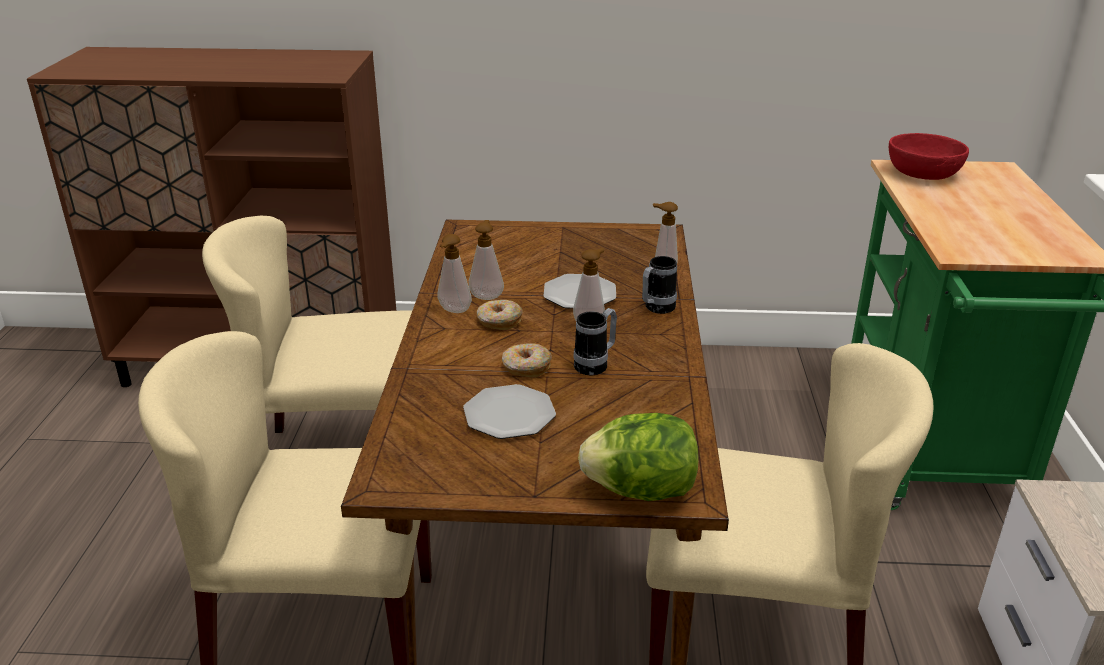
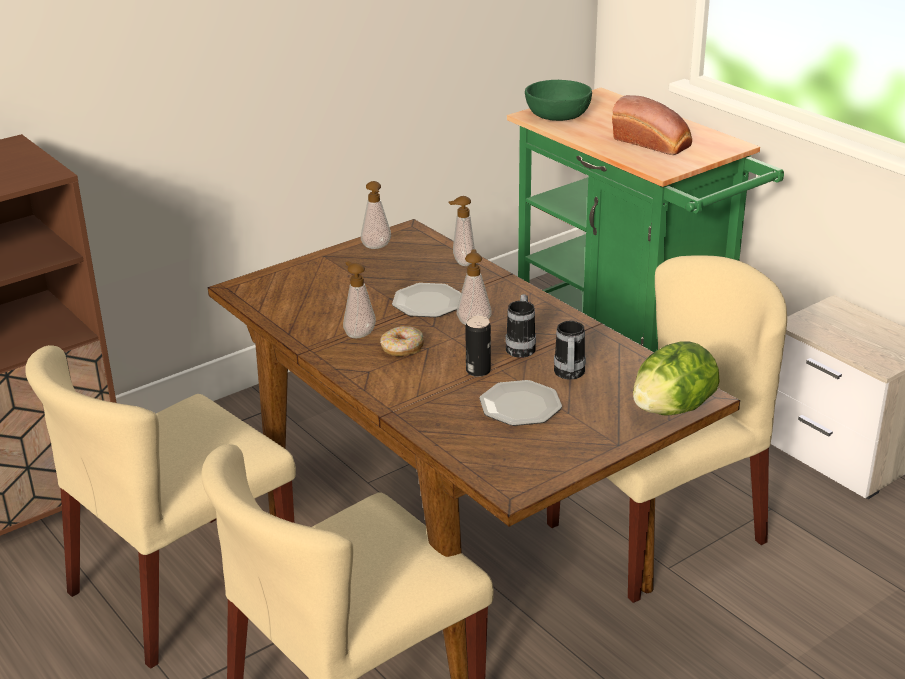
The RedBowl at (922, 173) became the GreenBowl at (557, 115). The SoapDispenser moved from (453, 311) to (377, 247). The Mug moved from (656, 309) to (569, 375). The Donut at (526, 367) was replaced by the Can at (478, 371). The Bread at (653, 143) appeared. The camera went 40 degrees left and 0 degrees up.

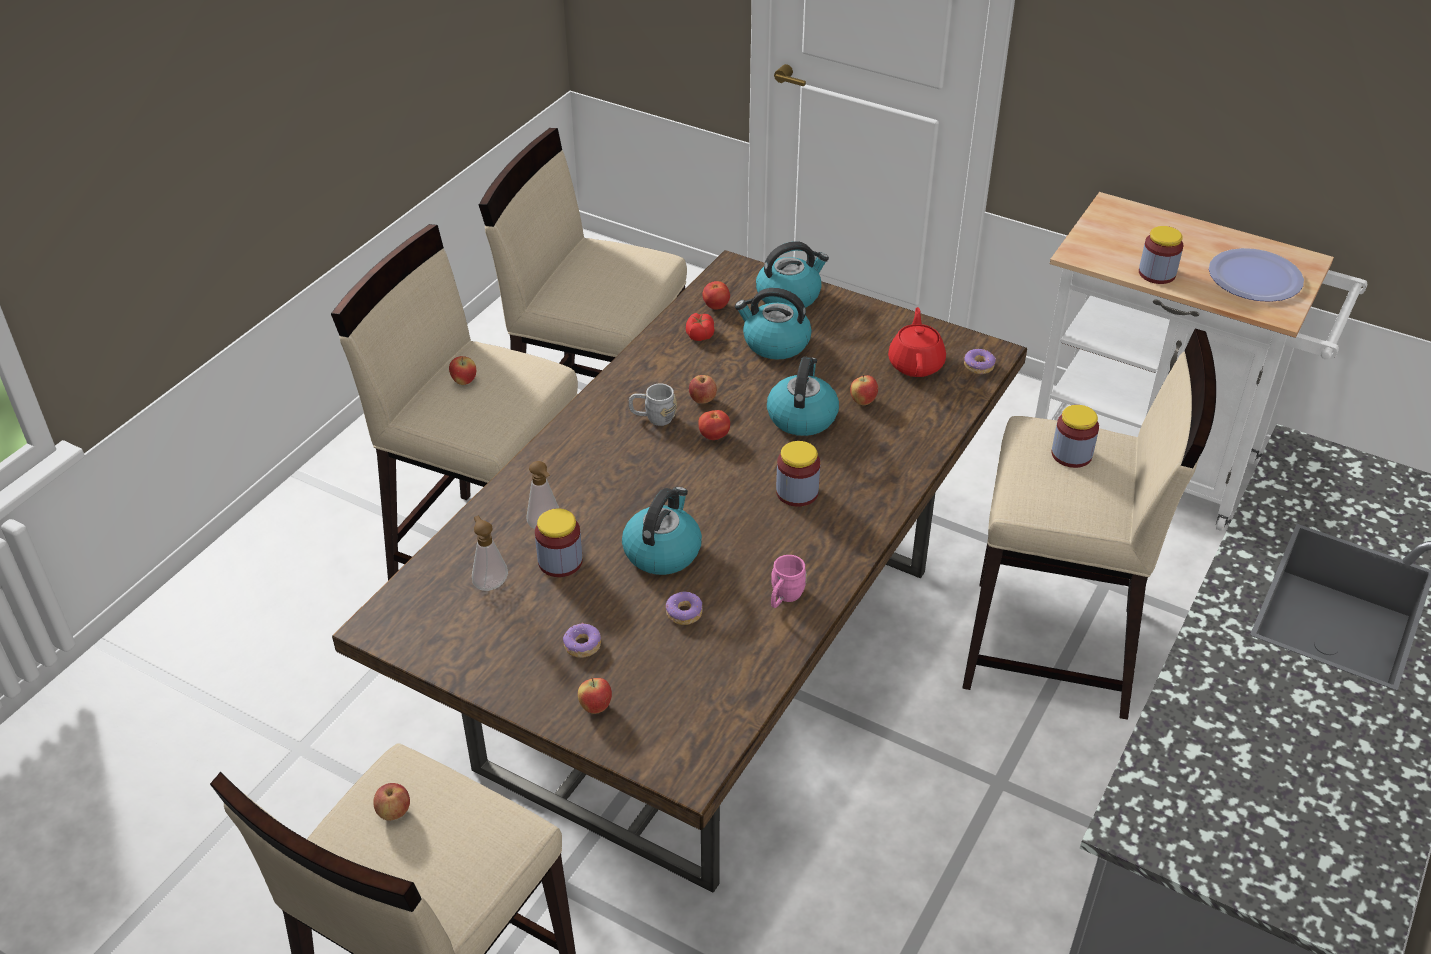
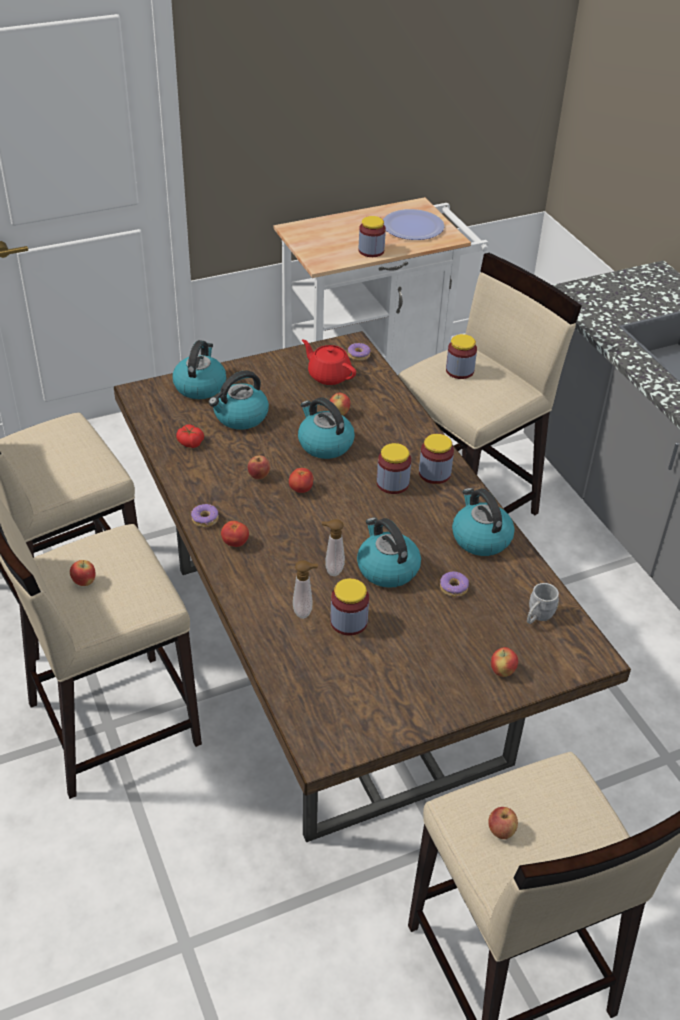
The Tomato moved from (716, 306) to (235, 543). The GreyMug moved from (653, 418) to (537, 617). The SoapDispenser moved from (490, 583) to (332, 570). The PinkMug at (784, 597) was replaced by the Kettle at (480, 538). The Donut moved from (582, 645) to (205, 519). The Jar at (434, 473) appeared. The camera went 55 degrees left and 0 degrees up.

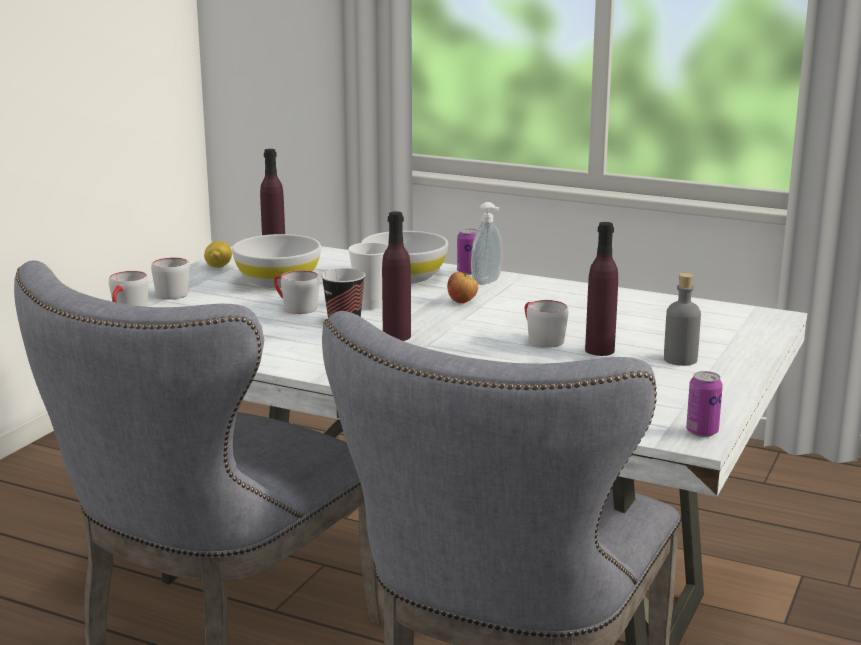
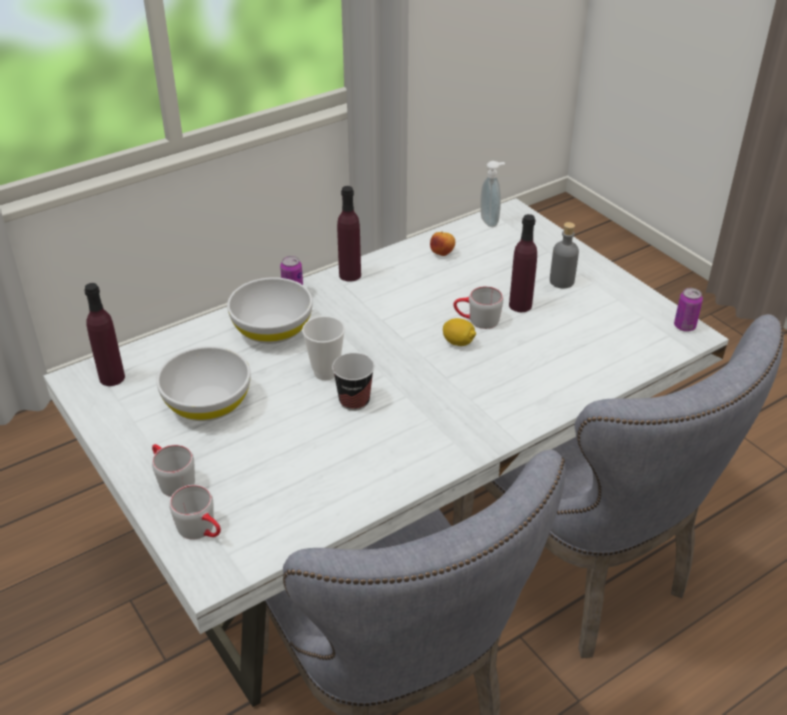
The SoapDispenser moved from (488, 282) to (490, 221). The PurpleBottle moved from (397, 336) to (350, 275). The Lemon moved from (218, 266) to (458, 342). The GreyMug at (294, 307) disappeared. The Apple moved from (462, 302) to (442, 253). The camera went 60 degrees left and 20 degrees up.

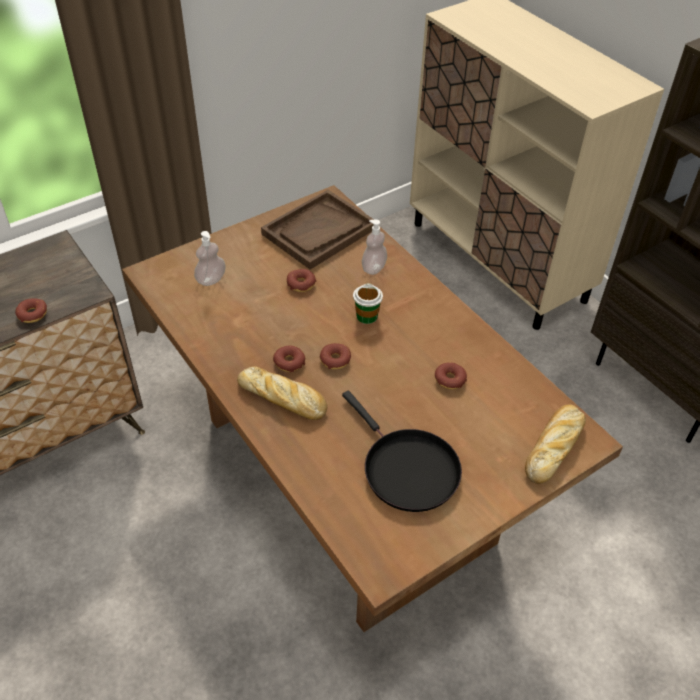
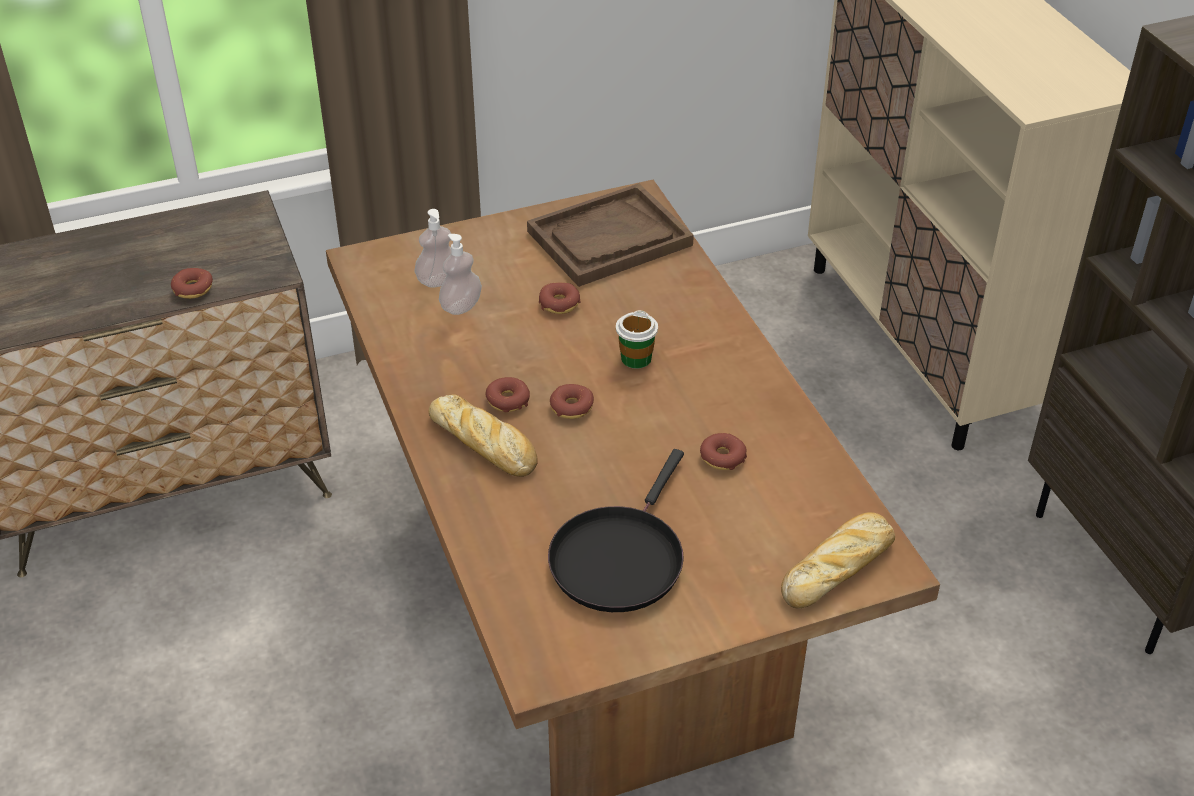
The SoapDispenser moved from (374, 268) to (461, 306). The BlackFryingPan at (406, 469) turned 45 degrees clockwise. The camera went 15 degrees right and 5 degrees down.

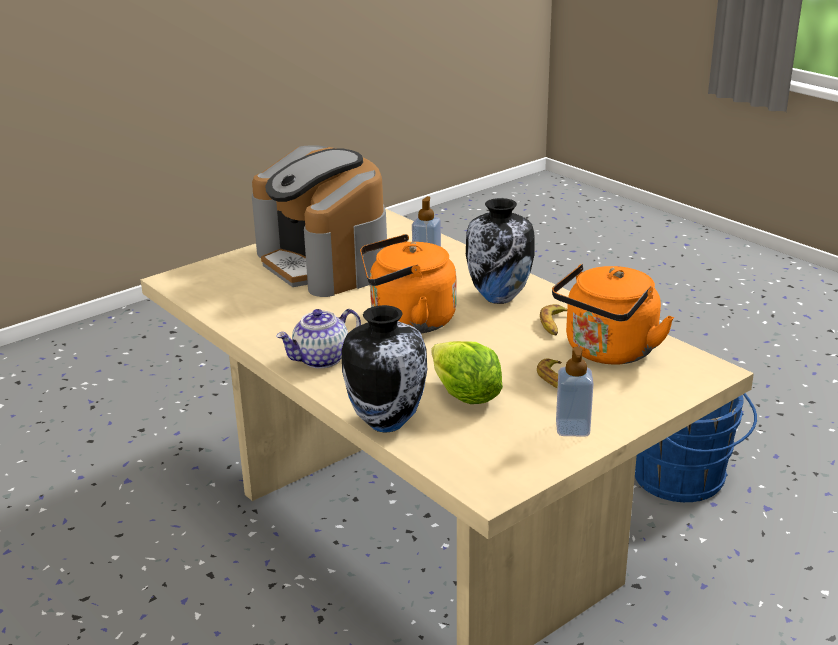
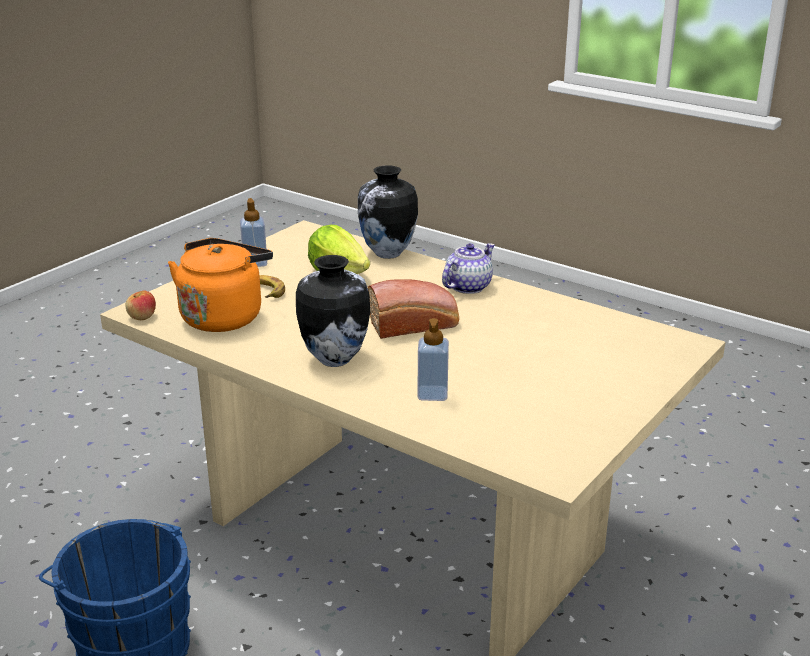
The CoffeeMachine at (325, 263) disappeared. The OrangeKettle at (407, 321) was replaced by the Bread at (415, 325). The Banana at (554, 325) disappeared. The Apple at (142, 317) appeared. The camera went 165 degrees right and 0 degrees up.

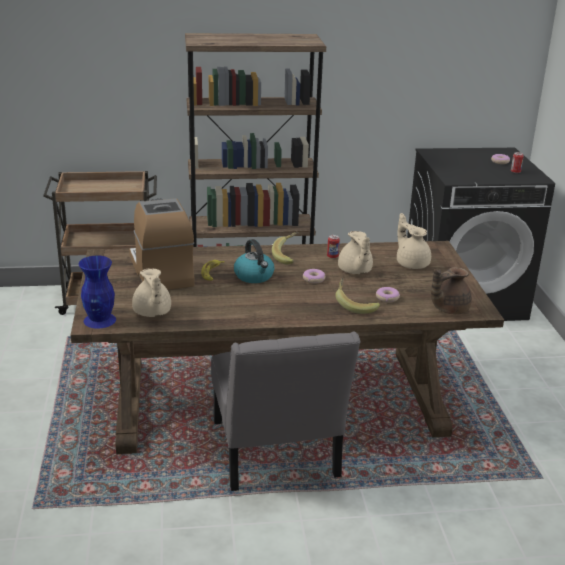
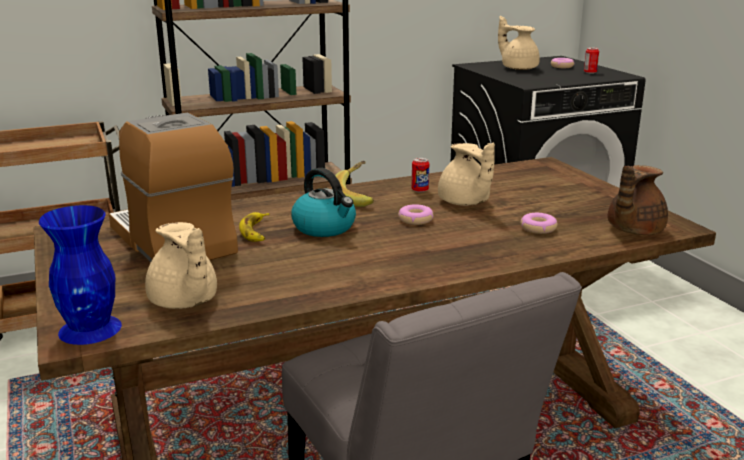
The BeigeTeapot moved from (411, 263) to (518, 68). The Banana at (355, 305) disappeared. The camera went 15 degrees left and 5 degrees down.

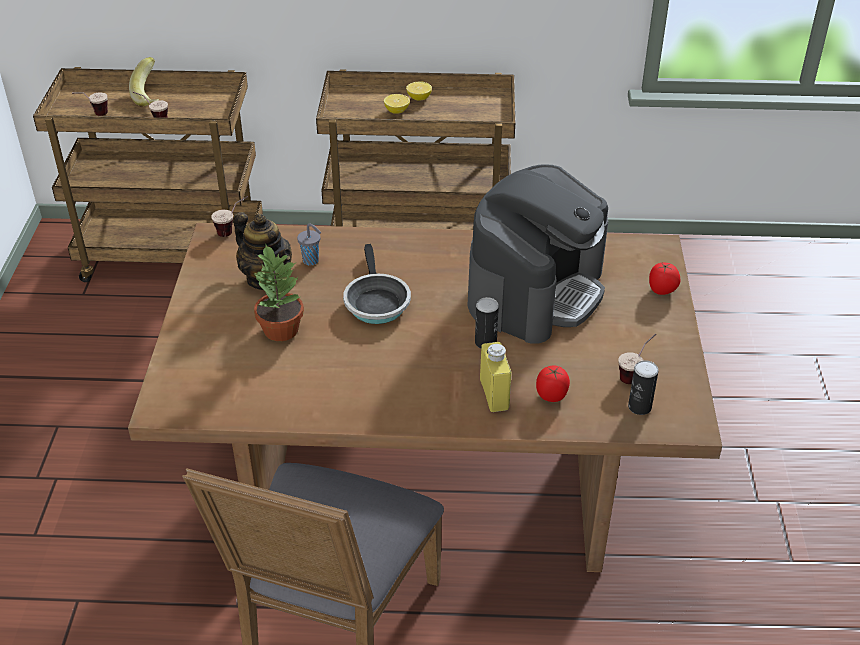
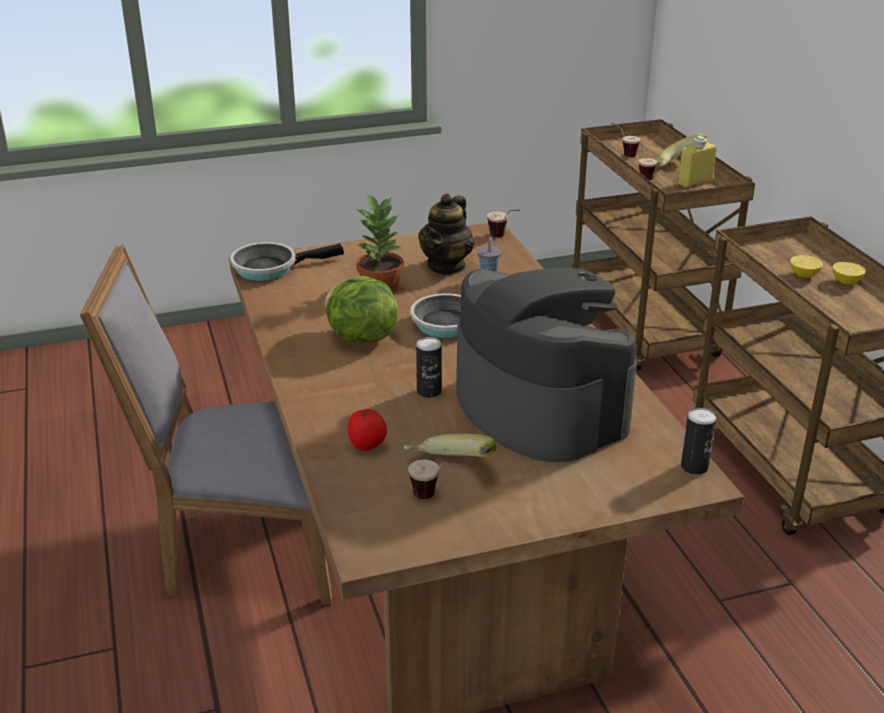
The CoffeeMachine at (536, 290) turned 135 degrees counterclockwise. The Tomato at (662, 290) disappeared. The YellowBottle moved from (494, 395) to (695, 182). The Can moved from (639, 407) to (694, 467). The FryingPan at (270, 268) appeared. The Lettuce at (360, 337) appeared. The Banana at (449, 468) appeared. The camera went 70 degrees right and 10 degrees down.

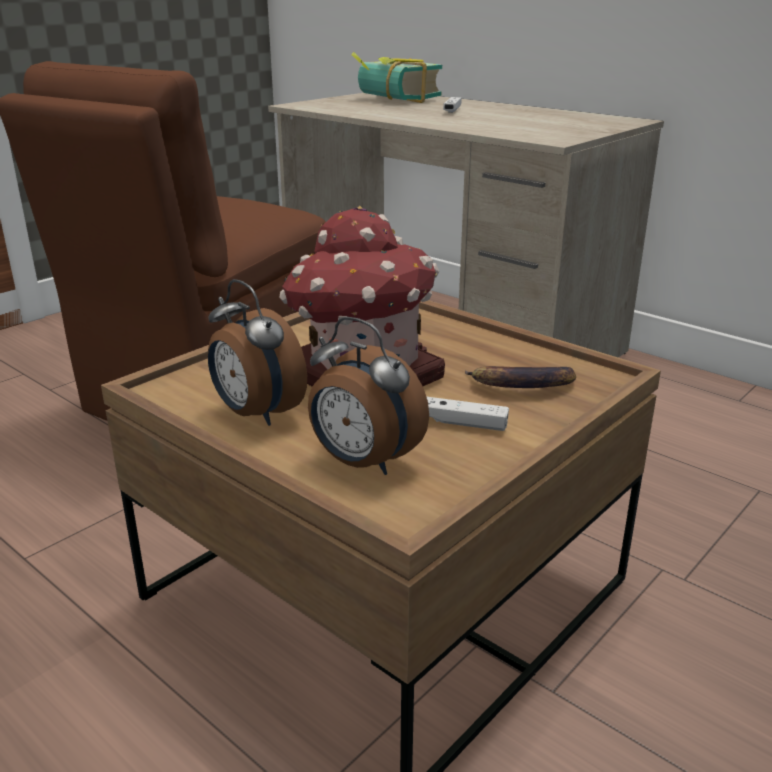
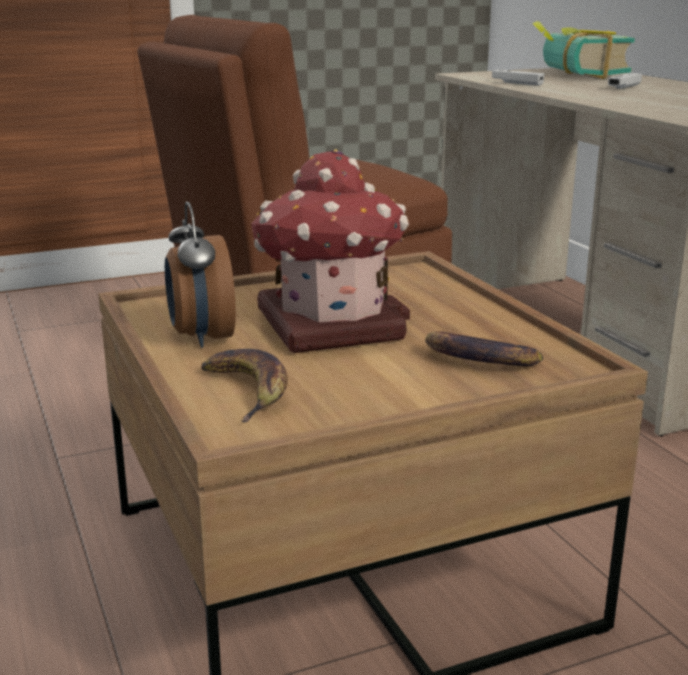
The AlarmClock at (363, 463) was replaced by the Banana at (248, 390). The WhiteGameController moved from (459, 423) to (517, 83). The camera went 25 degrees right and 5 degrees down.

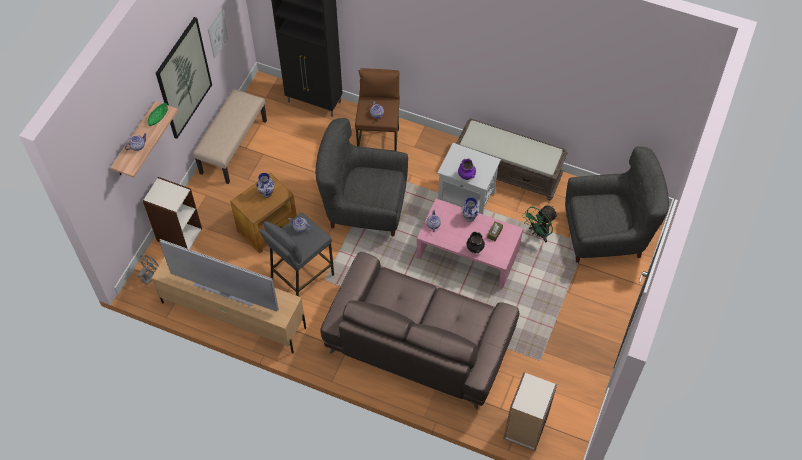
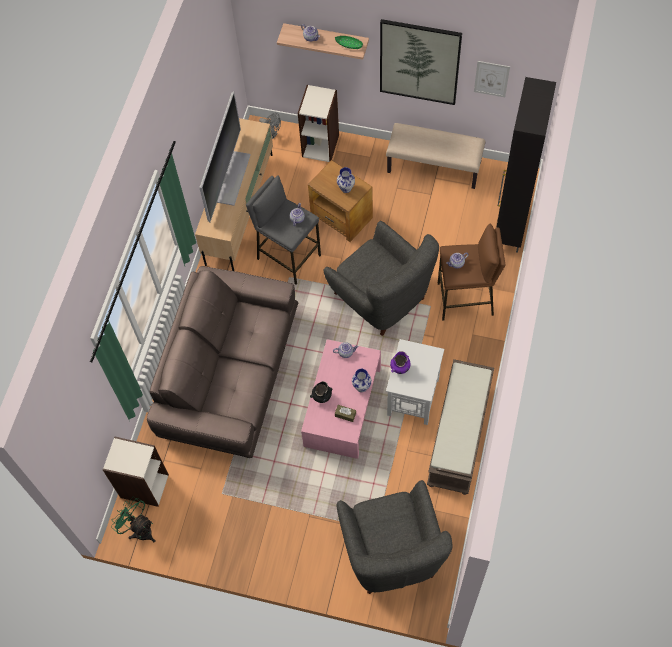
The GreyArmchair at (363, 208) turned 135 degrees clockwise. The GreenFan moved from (539, 234) to (140, 529). The camera went 85 degrees right and 5 degrees up.

